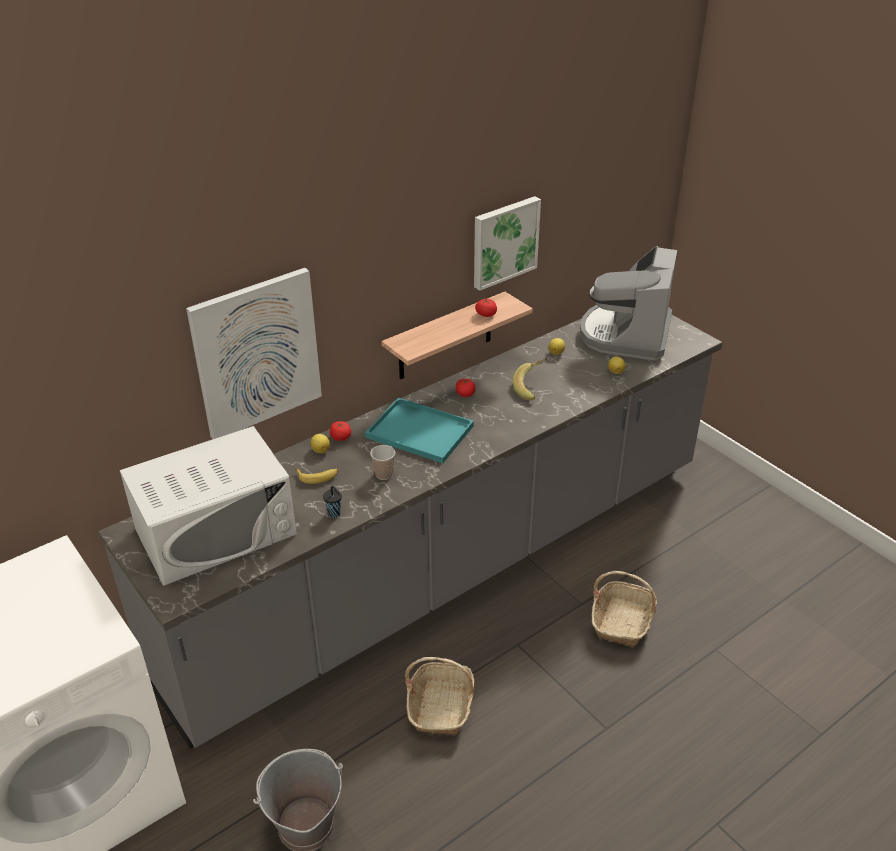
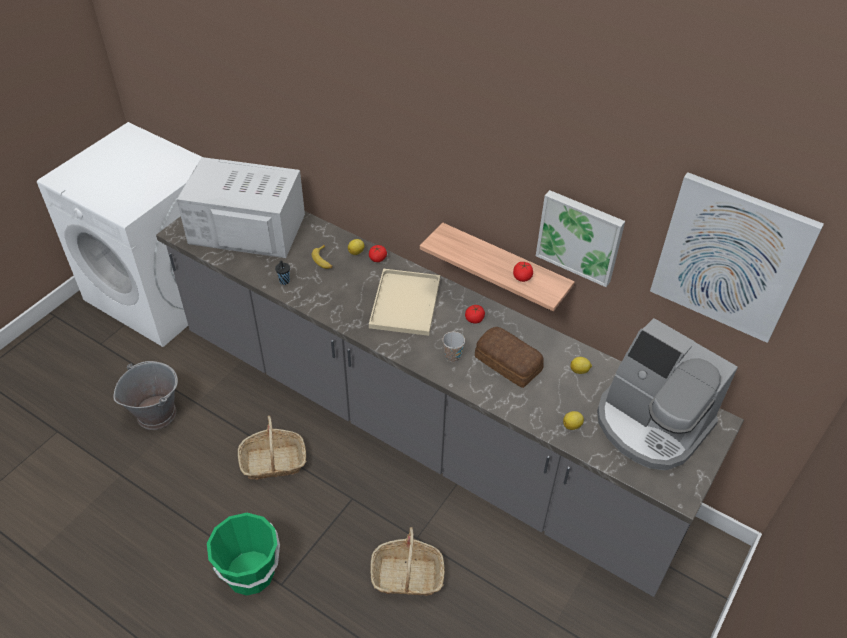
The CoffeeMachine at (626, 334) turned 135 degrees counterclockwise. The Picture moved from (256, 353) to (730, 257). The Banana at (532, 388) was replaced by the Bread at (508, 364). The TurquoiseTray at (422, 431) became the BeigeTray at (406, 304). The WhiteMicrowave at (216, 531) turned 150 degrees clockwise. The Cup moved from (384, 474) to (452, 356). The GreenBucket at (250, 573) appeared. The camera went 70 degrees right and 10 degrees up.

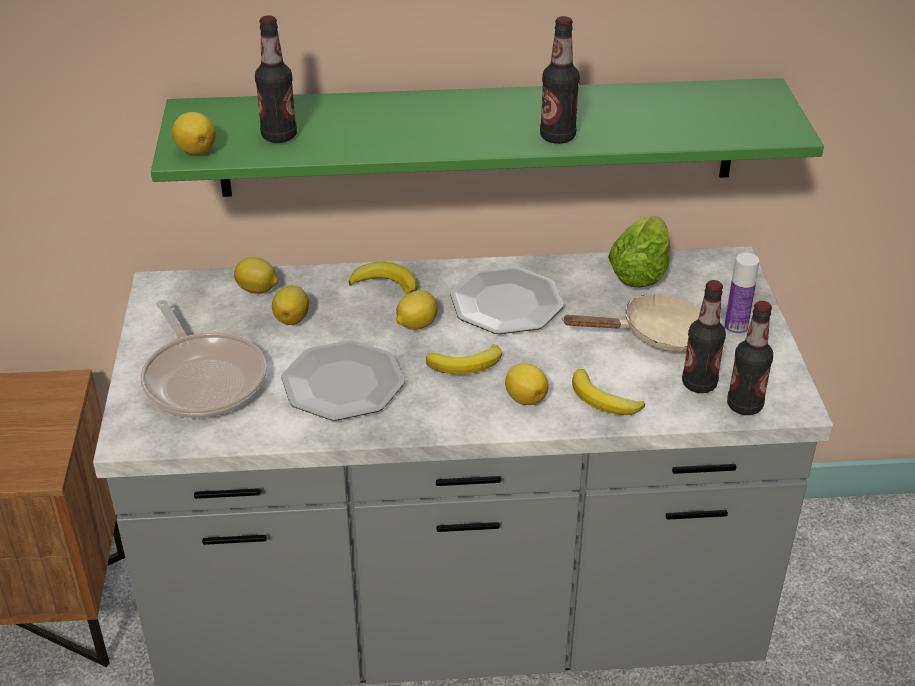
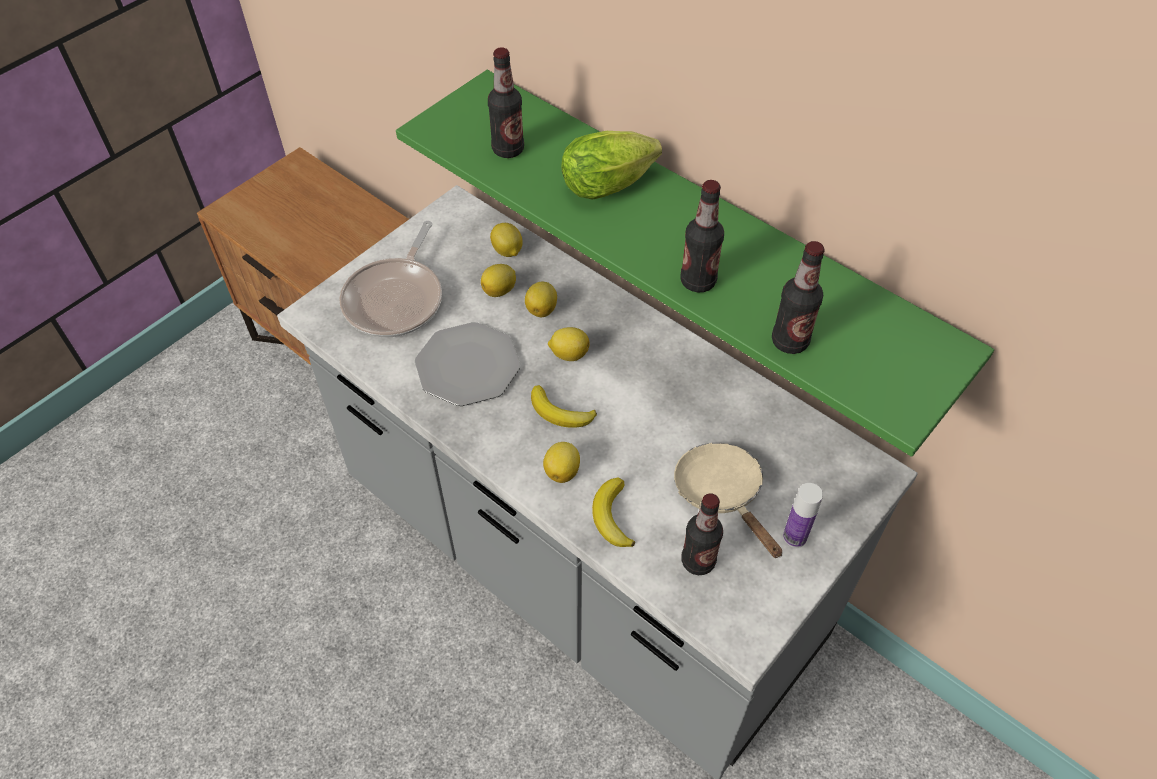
The Lemon moved from (196, 150) to (542, 309). The Lettuce moved from (641, 270) to (612, 184). The Banana at (385, 283) disappeared. The Plate at (506, 303) disappeared. The BeigeFryingPan at (655, 336) turned 150 degrees counterclockwise. The Bottle moved from (744, 406) to (789, 341). The camera went 45 degrees right and 15 degrees up.

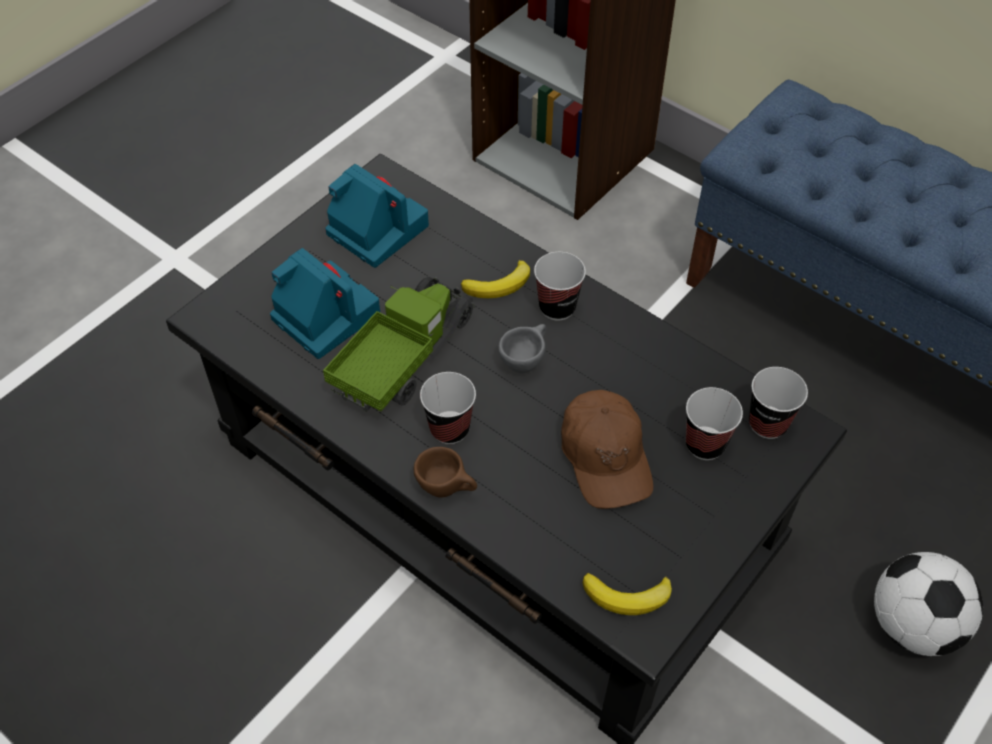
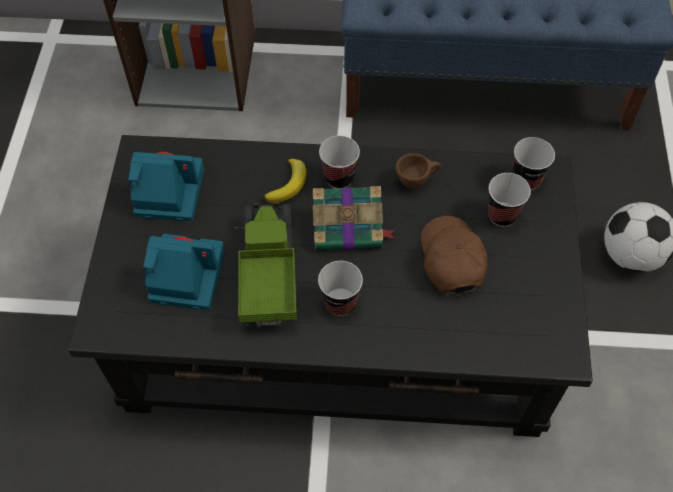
The GreyCup at (525, 361) was replaced by the Book at (349, 227). The BrownCap at (605, 456) turned 135 degrees counterclockwise. The BrownCup moved from (447, 488) to (416, 181). The Banana at (628, 596) disappeared. The camera went 35 degrees left and 5 degrees up.

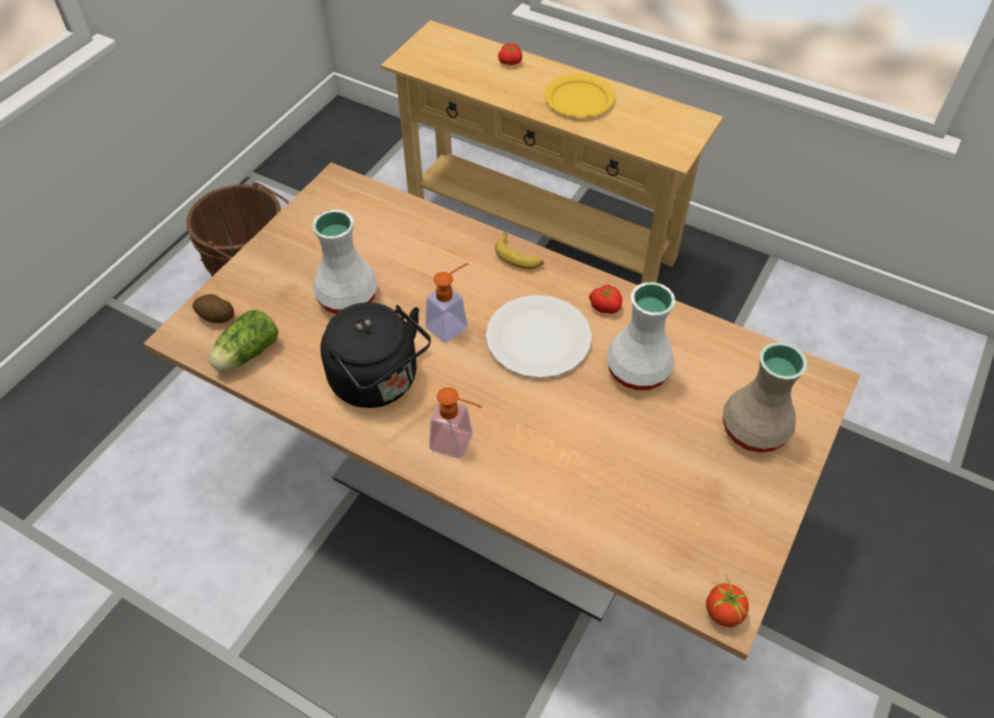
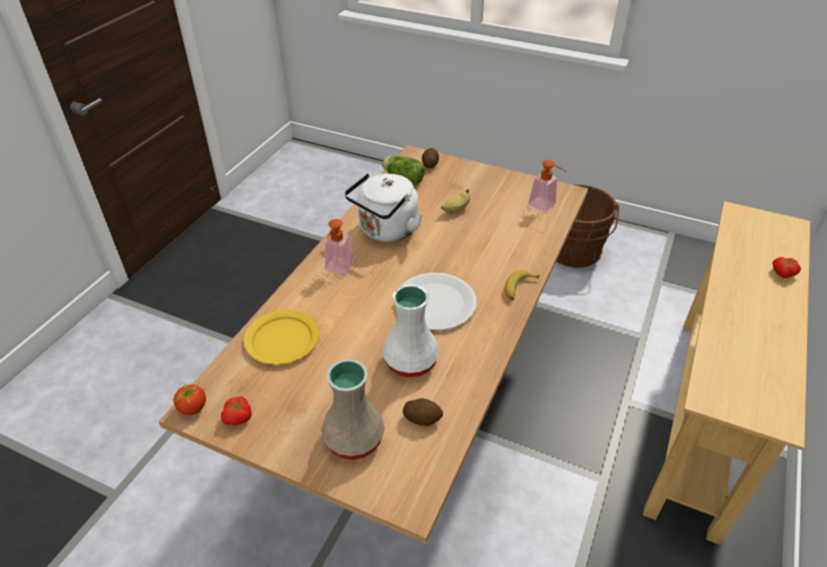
The YellowPlate moved from (579, 99) to (282, 340). The WhiteVase at (346, 298) was replaced by the Banana at (456, 210). The SoapDispenser moved from (452, 324) to (545, 206). The Tomato moved from (605, 305) to (239, 417). The BlackKettle at (379, 382) became the WhiteKettle at (386, 231). The Potato at (422, 418) appeared. The camera went 85 degrees right and 10 degrees down.

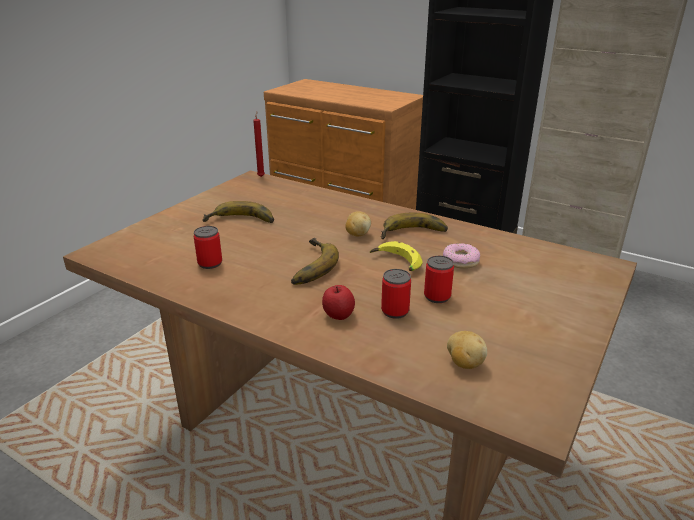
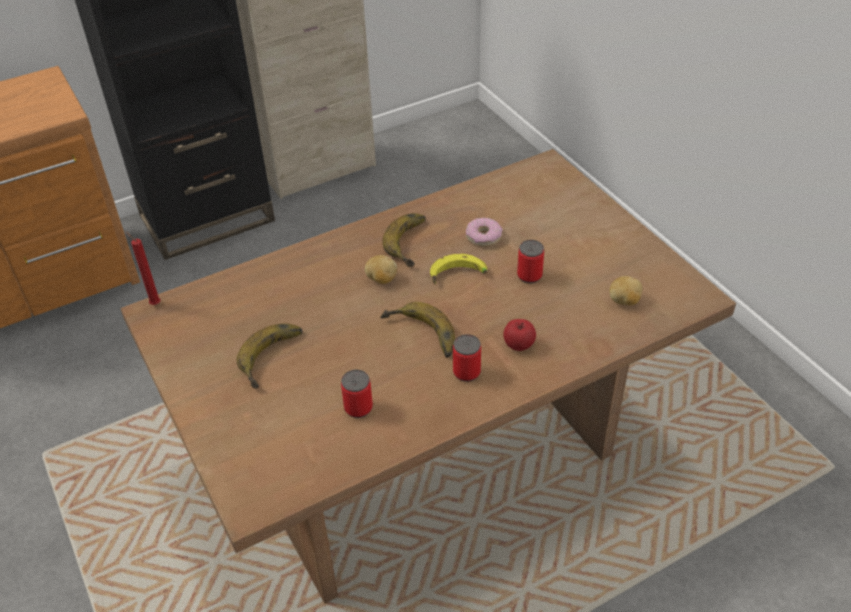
The Can moved from (395, 311) to (466, 372). The camera went 60 degrees left and 15 degrees up.

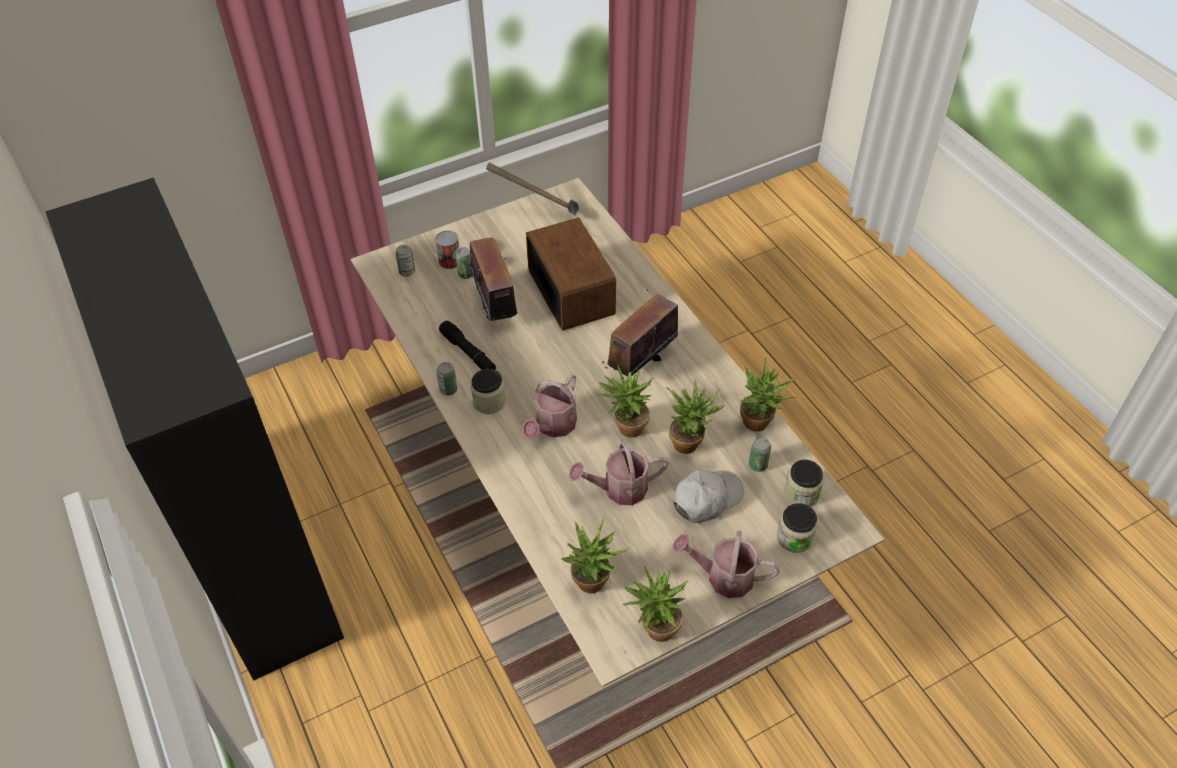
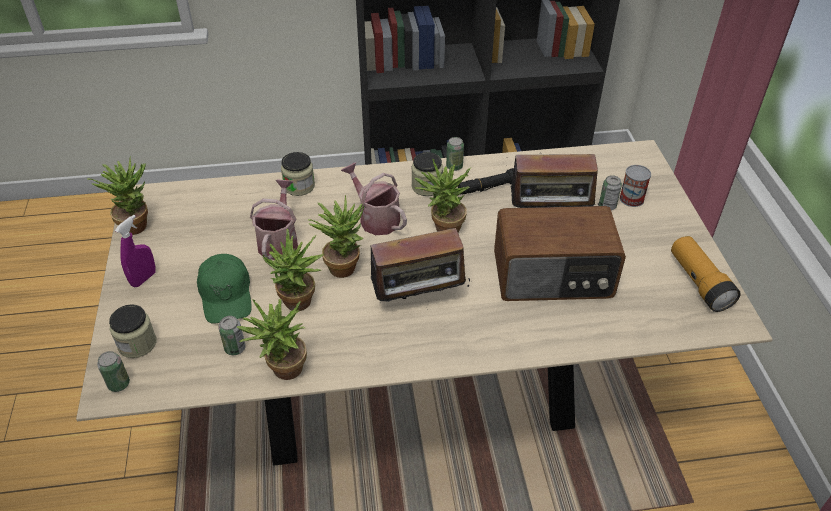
The Hammer at (539, 214) was replaced by the Flashlight at (699, 283). The Can moved from (407, 272) to (119, 384). The Radio at (640, 365) turned 105 degrees clockwise. The Jar moved from (801, 494) to (299, 186). The WhiteCap at (706, 499) became the GreenCap at (226, 295). The PottedPlant moved from (594, 586) to (442, 229). The WateringCan at (723, 576) was replaced by the PurpleSprayBottle at (144, 279). The camera went 110 degrees right and 5 degrees down.

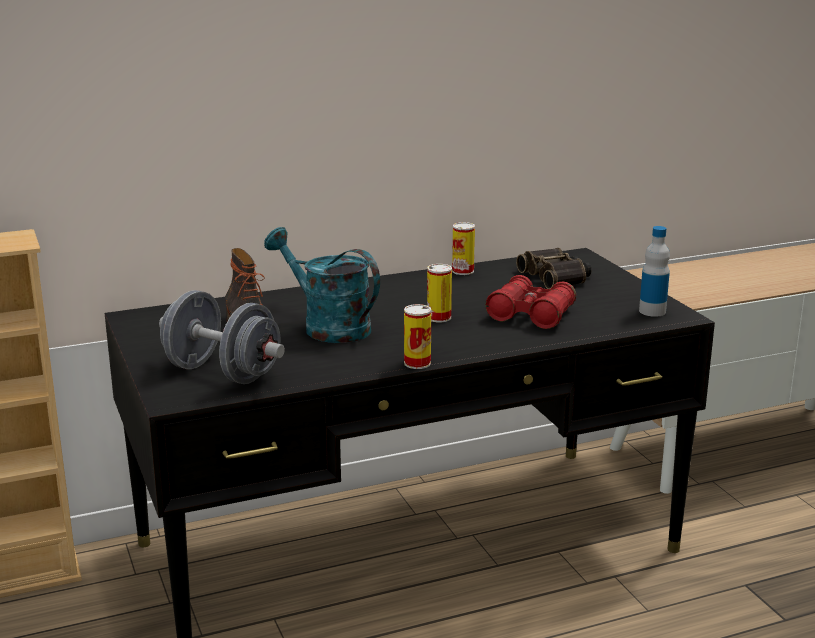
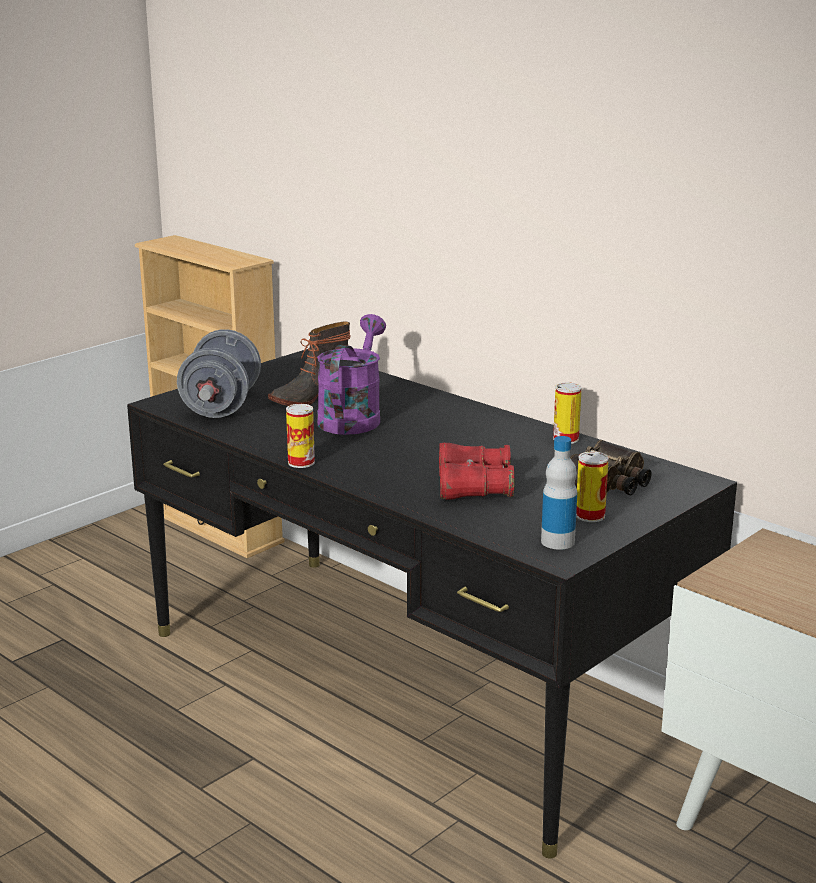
The TurquoiseWateringCan at (327, 326) became the PurpleWateringCan at (352, 417). The Can moved from (439, 317) to (590, 516). The camera went 65 degrees right and 0 degrees up.

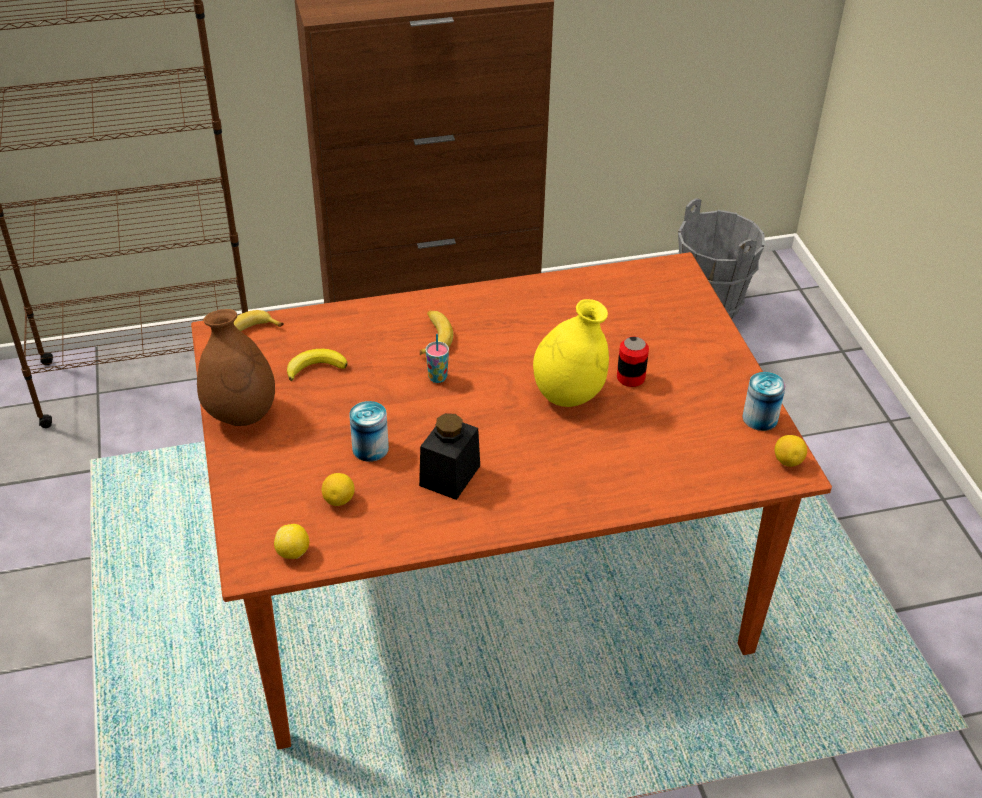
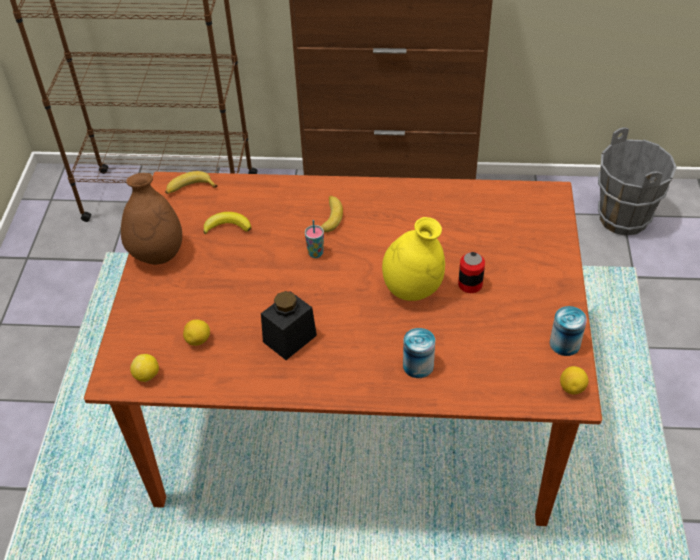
The Can moved from (370, 448) to (418, 365). The camera went 20 degrees right and 5 degrees up.

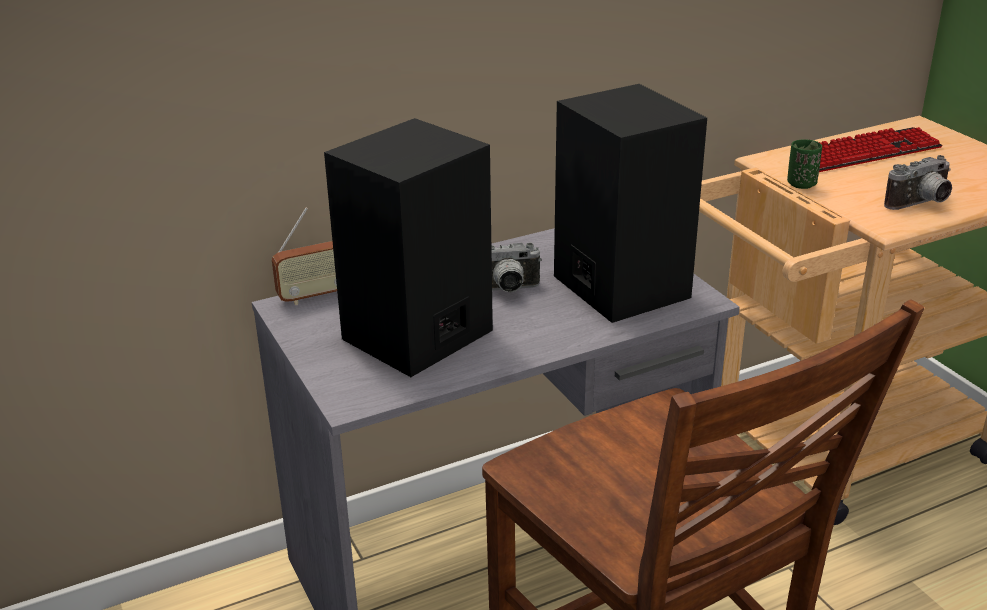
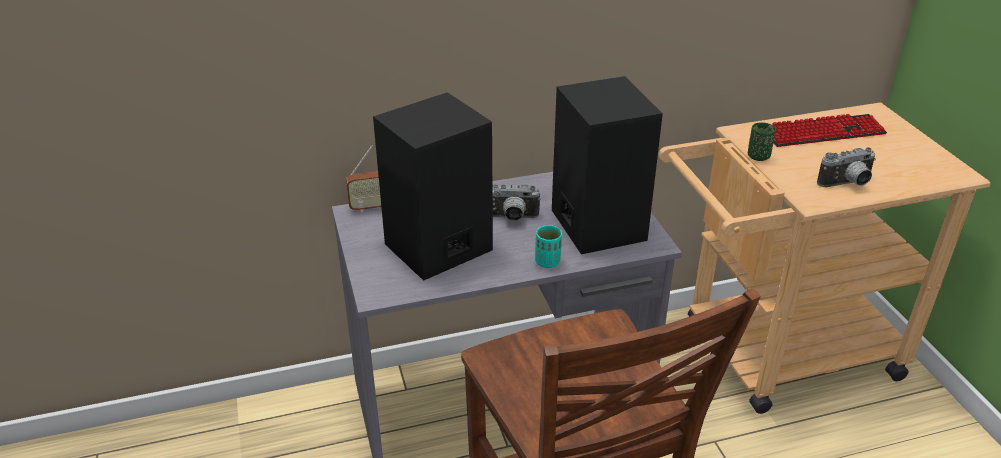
The TurquoiseCup at (547, 262) appeared. The camera went 10 degrees right and 5 degrees up.

